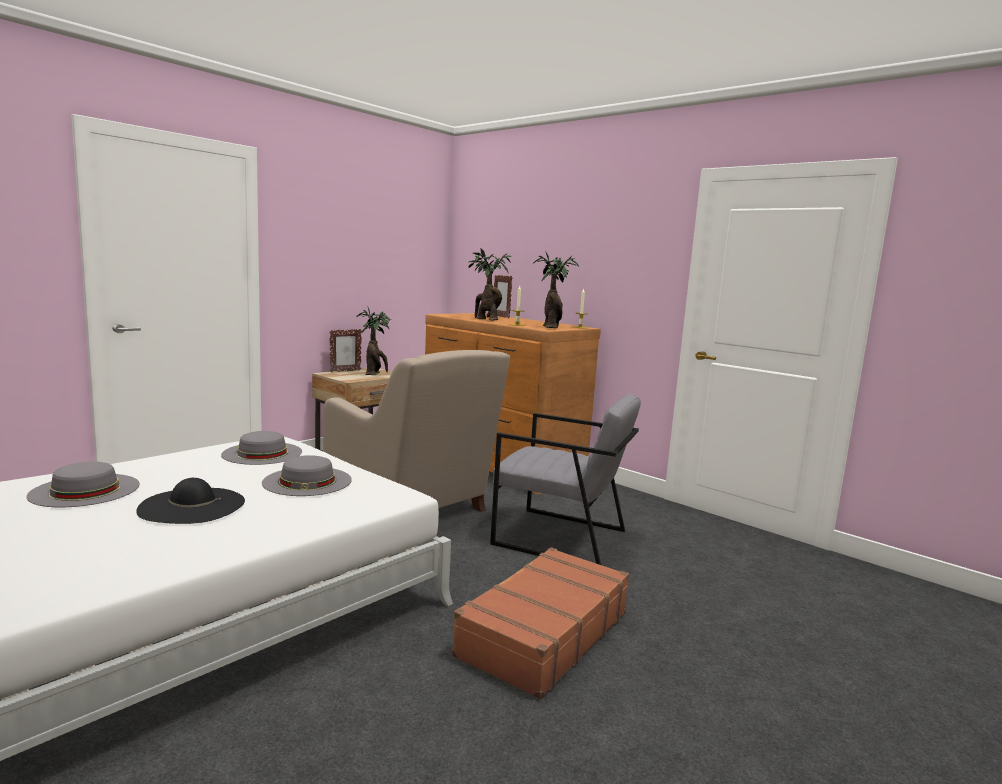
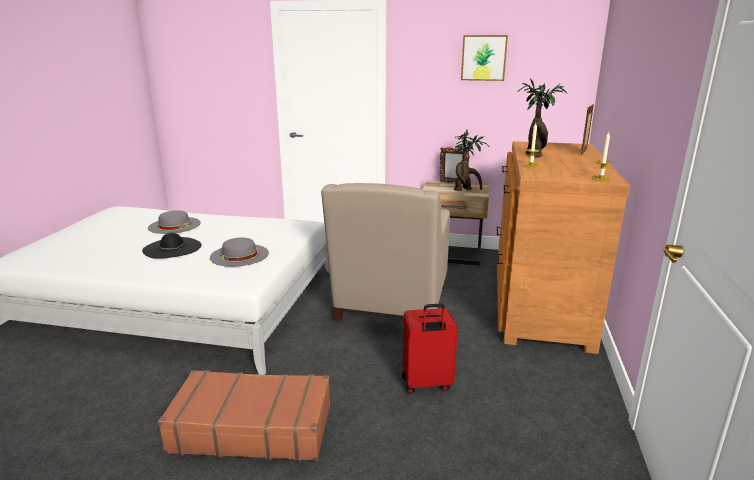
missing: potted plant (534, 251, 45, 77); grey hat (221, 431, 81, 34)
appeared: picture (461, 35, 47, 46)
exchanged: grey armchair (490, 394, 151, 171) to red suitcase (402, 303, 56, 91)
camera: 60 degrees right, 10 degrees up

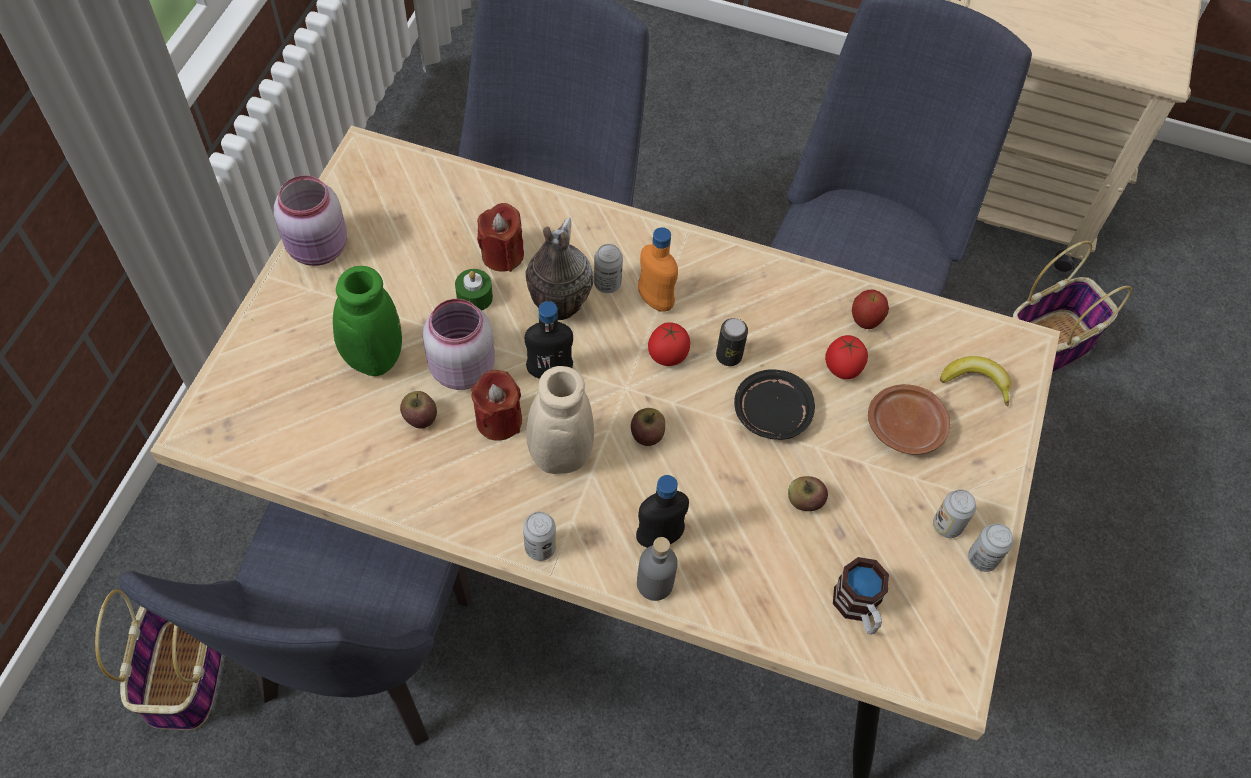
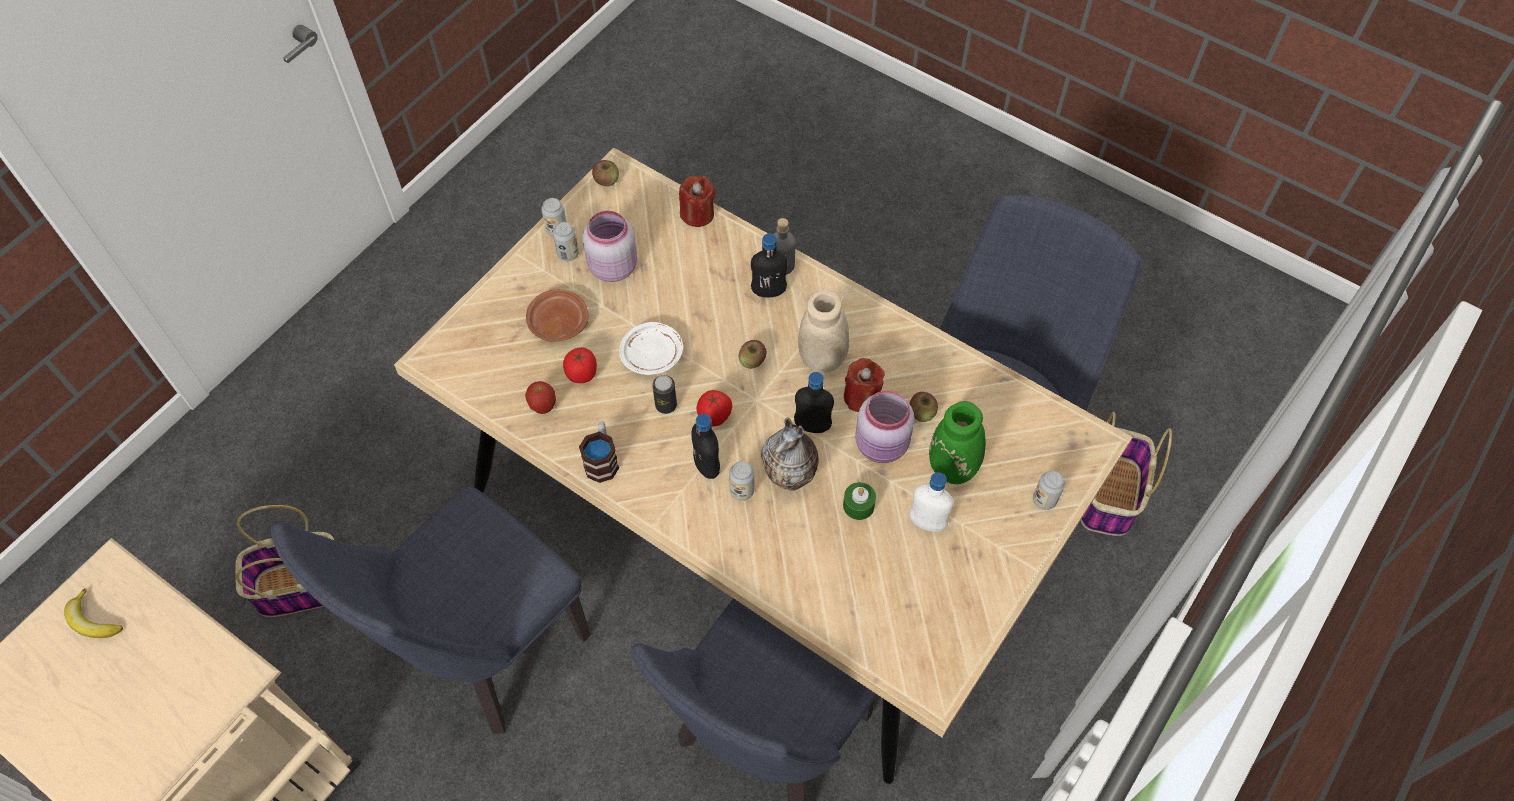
appeared: white bottle (909, 472, 45, 60)
relocated: pink jar (274, 175, 73, 91) to (583, 211, 54, 71); red candle (477, 203, 47, 69) to (679, 175, 37, 52); banana (940, 356, 71, 50) to (64, 588, 59, 50); apple (788, 476, 40, 35) to (592, 160, 27, 26); can (523, 512, 33, 49) to (1033, 471, 32, 39); mug (833, 557, 56, 77) to (579, 421, 40, 62)
colour: orange bottle (638, 227, 40, 84) to black bottle (691, 414, 29, 65); black plate (734, 369, 81, 71) to white plate (619, 322, 64, 53)
camera: 160 degrees left, 0 degrees up

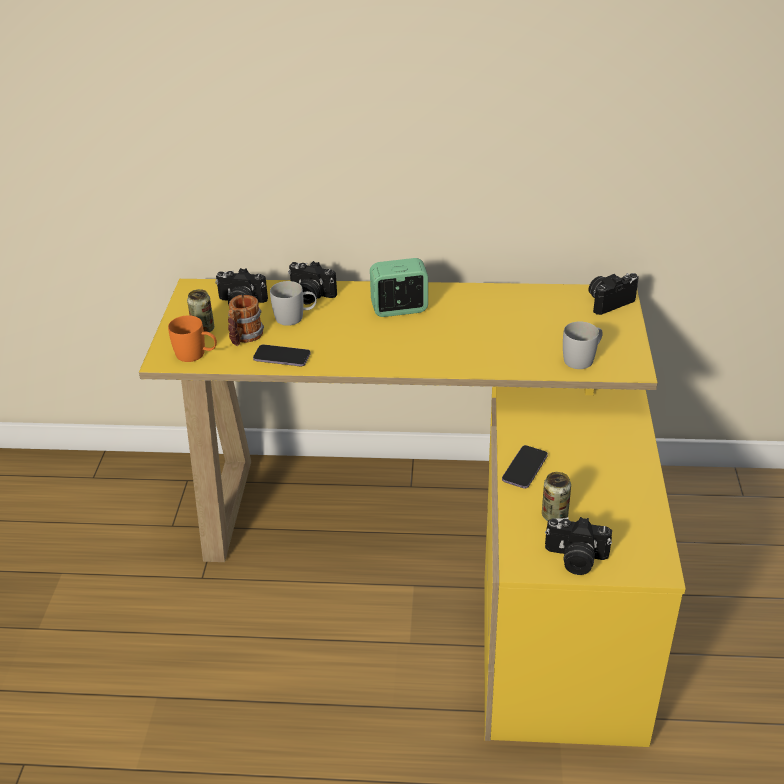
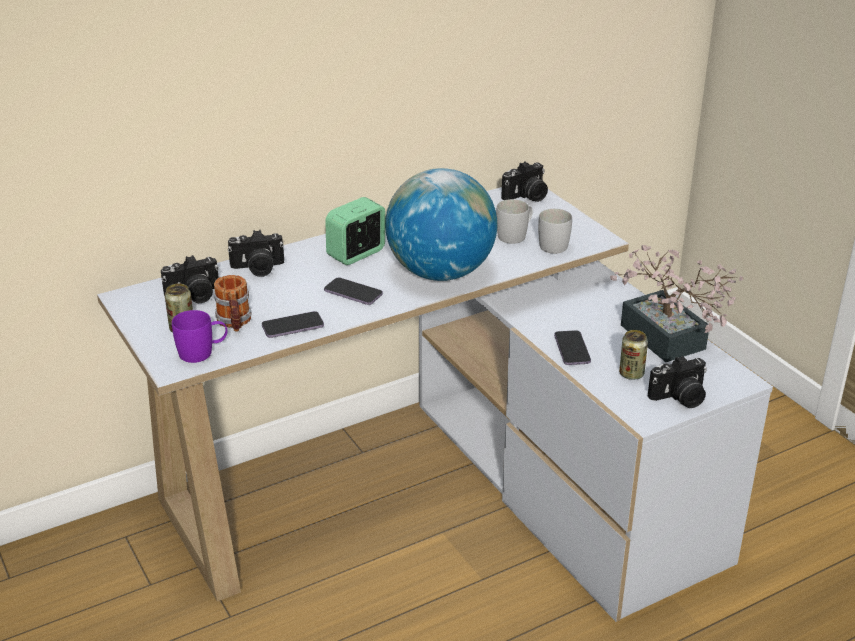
appeared: globe (385, 168, 112, 113); potted plant (610, 245, 134, 117); phone (324, 277, 59, 28)
relocated: white mug (270, 281, 47, 45) to (496, 199, 37, 45)
colour: yellow desk (139, 279, 547, 468) to white desk (97, 187, 676, 435); orange mug (168, 315, 49, 47) to purple mug (172, 310, 55, 53)
spun: photo camera (589, 273, 50, 42) = (501, 161, 47, 41) 150 degrees counterclockwise
camera: 35 degrees left, 5 degrees down

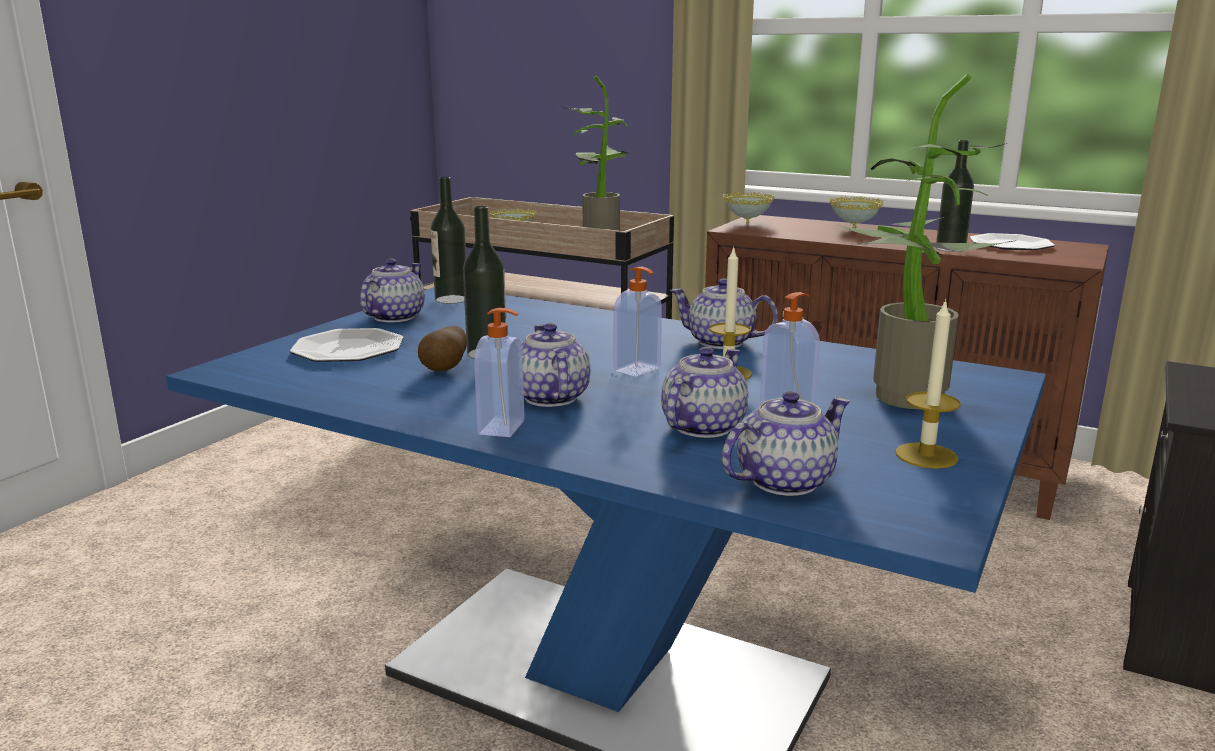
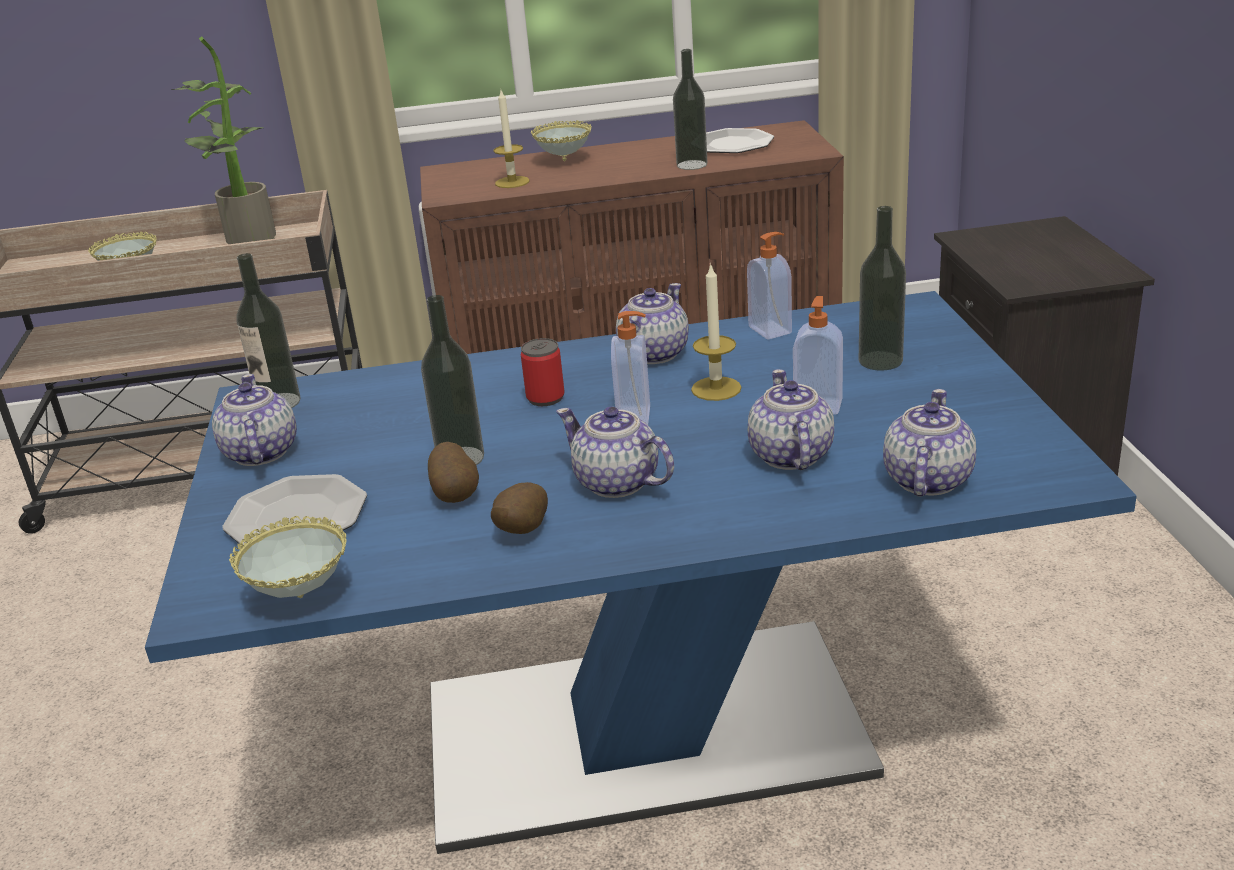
appeared: can (521, 338, 44, 68); potato (491, 482, 57, 52)
relocated: bowl (723, 192, 52, 32) to (229, 516, 118, 82); candle (896, 299, 65, 170) to (494, 90, 35, 98); soap dispenser (474, 308, 50, 129) to (747, 232, 45, 108)
exchanged: potted plant (838, 73, 174, 336) to bottle (859, 206, 47, 165)
spun: teapot (670, 278, 108, 71) = (616, 283, 73, 81) 135 degrees clockwise
camera: 35 degrees left, 10 degrees up

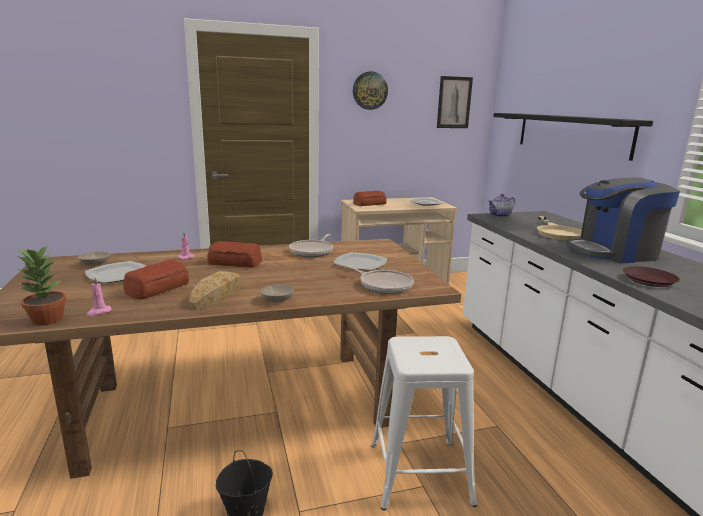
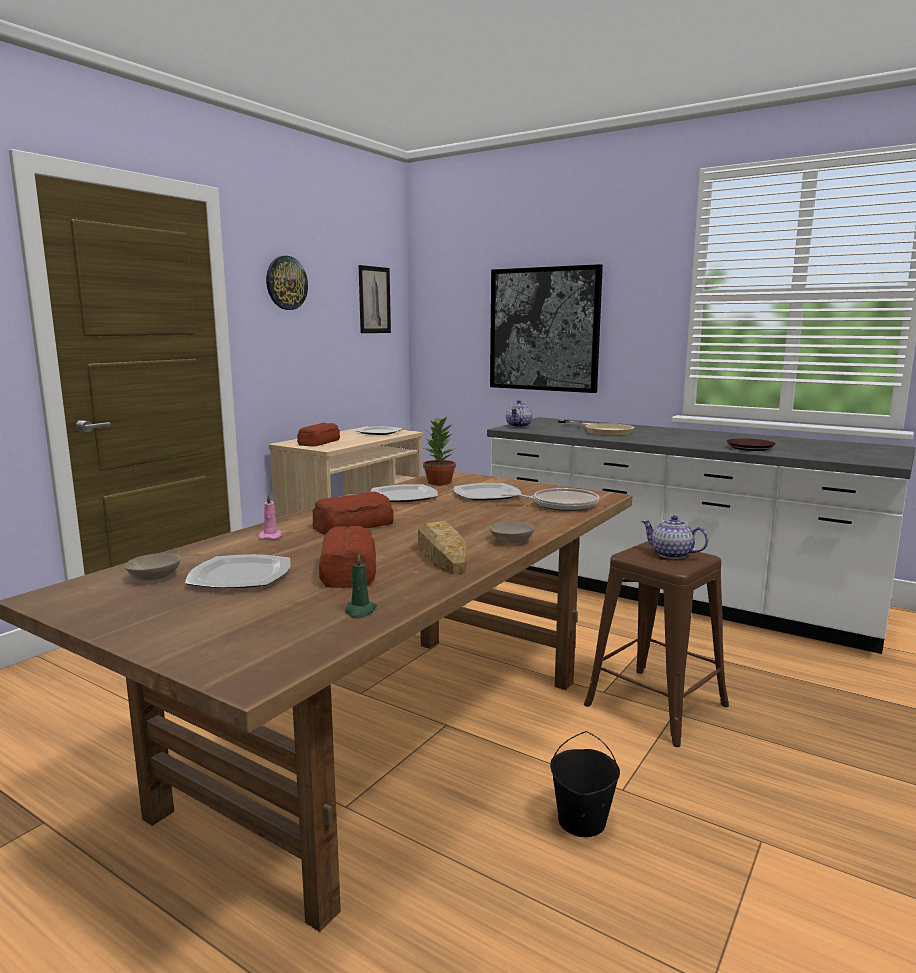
missing: coffee machine (566, 177, 114, 86)
appeared: teapot (641, 515, 68, 44)
relocated: potted plant (18, 245, 49, 80) to (423, 416, 33, 69)
exchanged: black shelf (494, 113, 159, 48) to picture (490, 264, 113, 129); frying pan (289, 234, 44, 23) to plate (371, 484, 67, 18)
colour: pink candle (86, 278, 26, 38) to green candle (345, 553, 32, 66); white stool (371, 336, 106, 174) to brown stool (584, 541, 145, 206)
camera: 40 degrees left, 5 degrees down

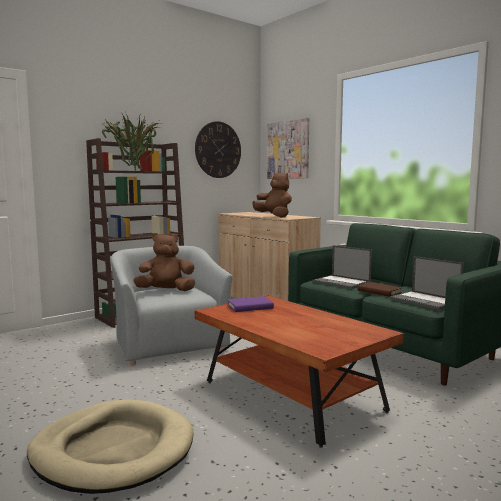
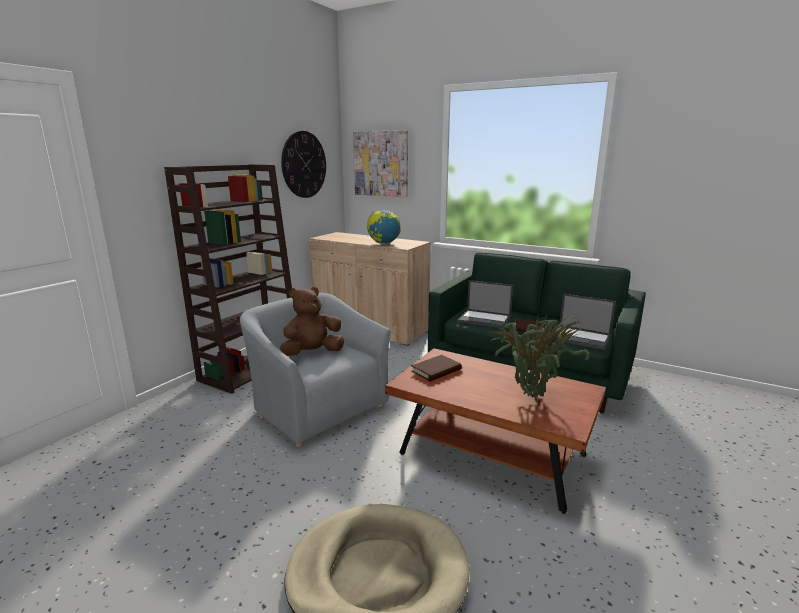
relocated: potted plant (102, 111, 57, 60) to (486, 312, 103, 90)
exchanged: brown plush toy (252, 172, 40, 46) to globe (367, 211, 34, 34)
colour: purple book (227, 296, 47, 16) to brown book (411, 355, 51, 27)
camera: 20 degrees left, 10 degrees up

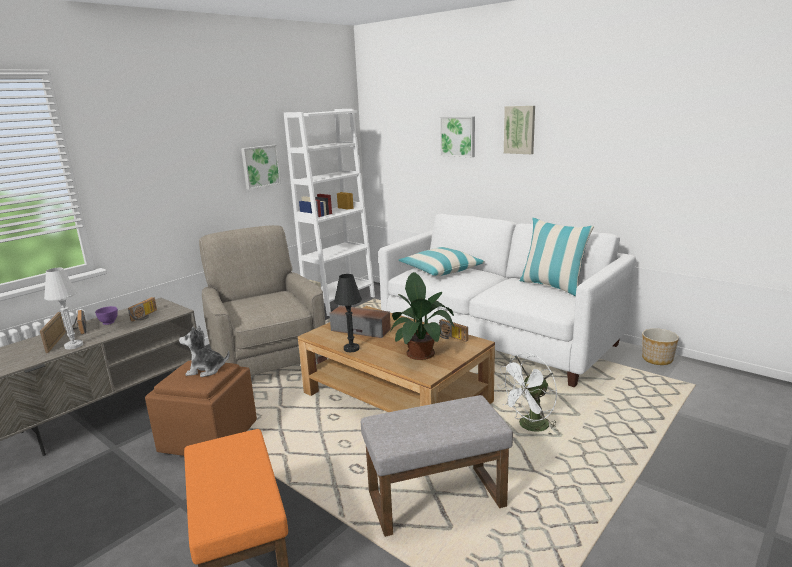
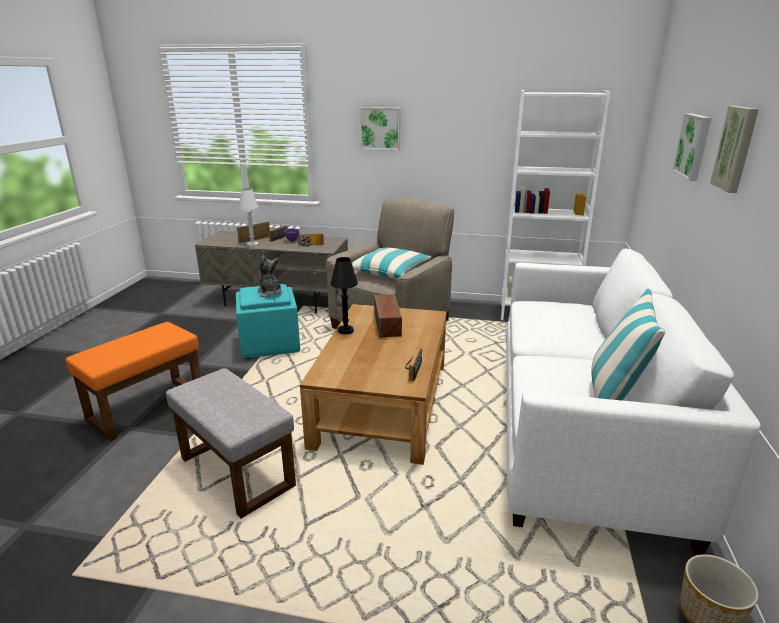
missing: potted plant (390, 272, 64, 88); white fan (497, 353, 61, 83)
relocated: picture (241, 145, 40, 45) to (360, 107, 40, 43); pillow (399, 247, 86, 29) to (352, 248, 79, 30)
colour: brown ottoman (145, 360, 112, 96) to turquoise ottoman (236, 284, 64, 75)
camera: 60 degrees right, 5 degrees up

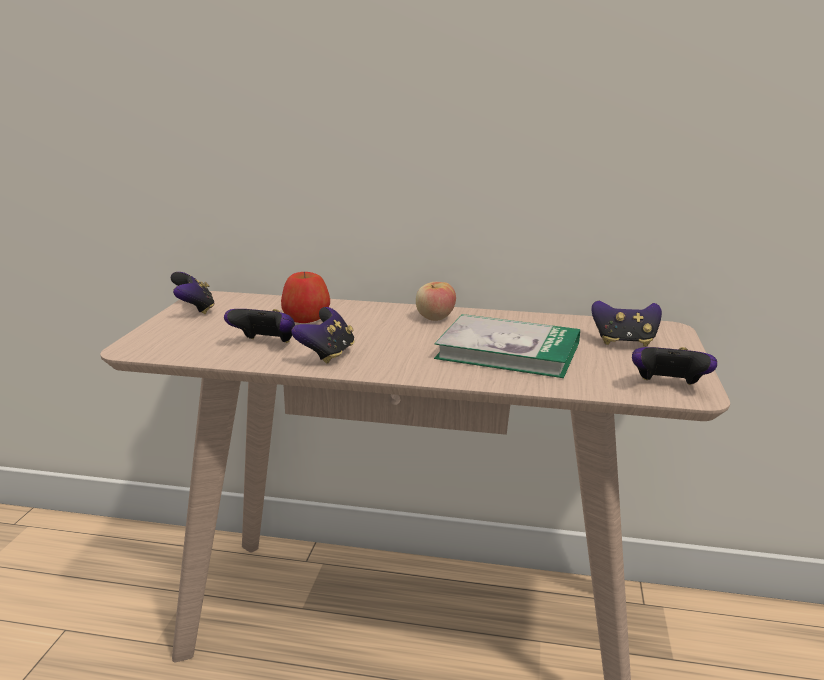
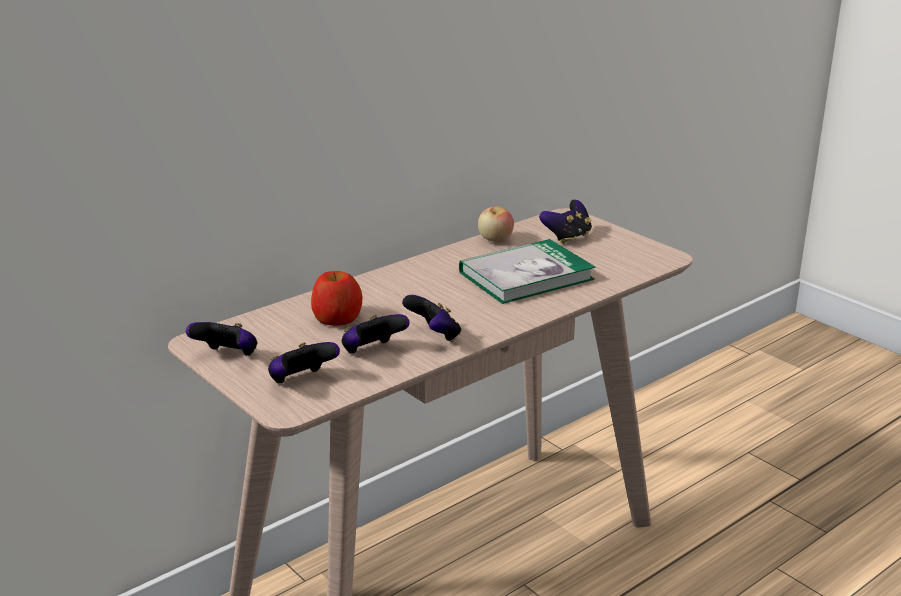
relocated: apple (416, 282, 40, 39) to (478, 206, 36, 37); game controller (632, 347, 85, 38) to (268, 342, 72, 41)
camera: 50 degrees left, 5 degrees up

